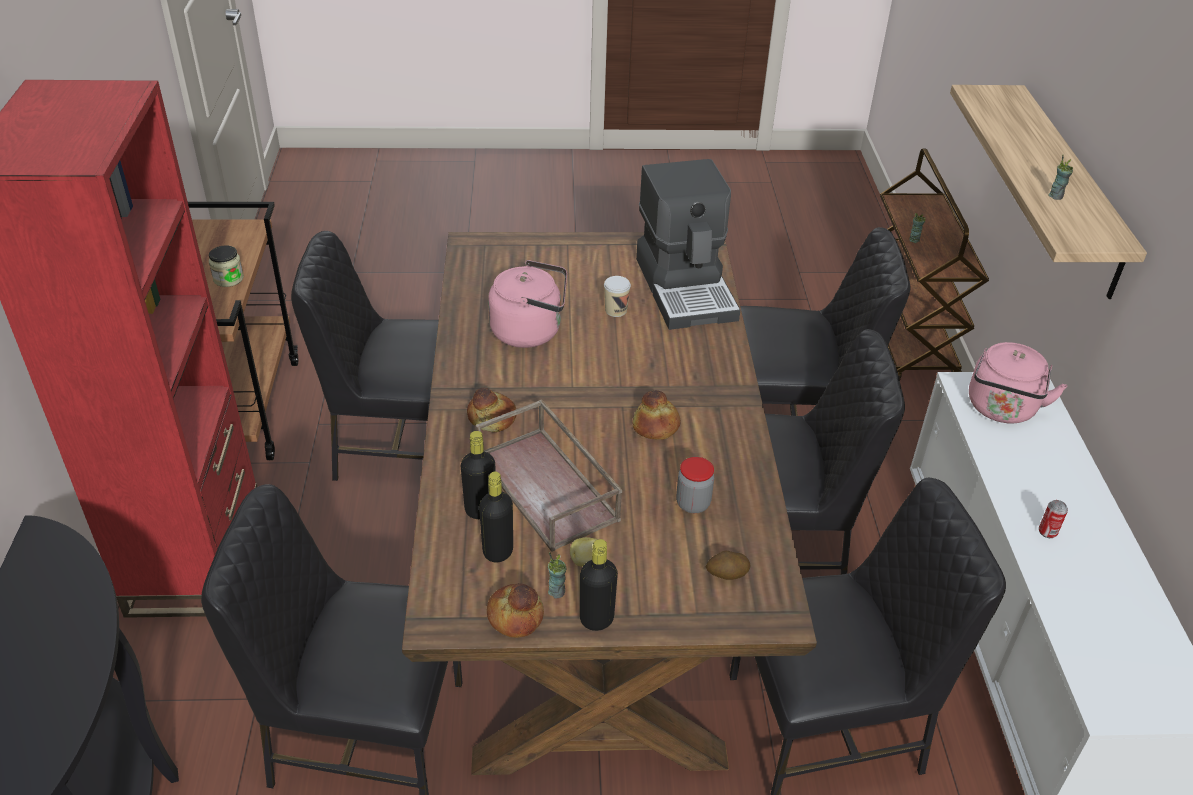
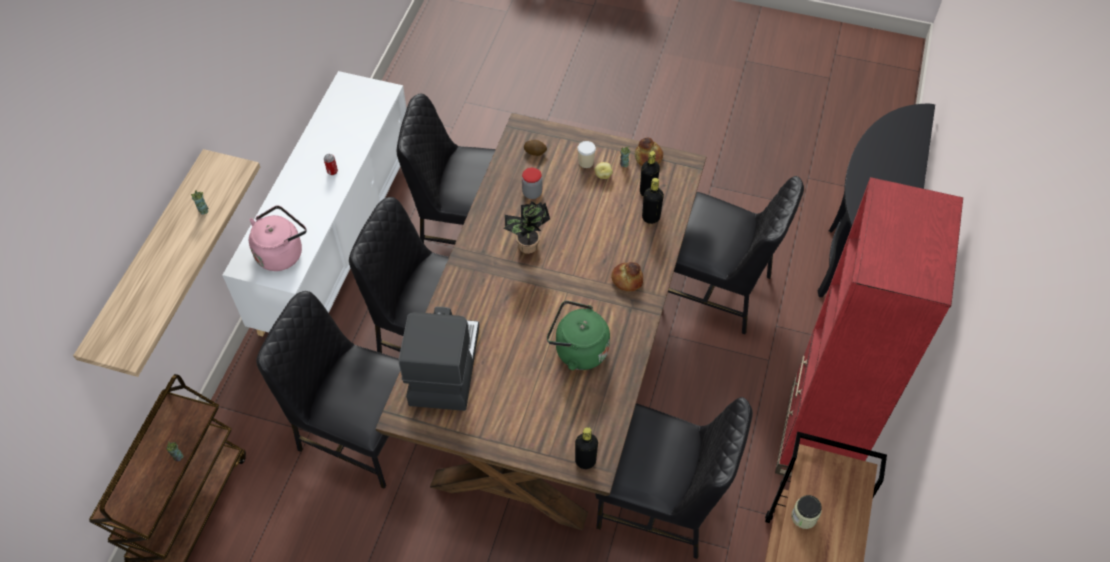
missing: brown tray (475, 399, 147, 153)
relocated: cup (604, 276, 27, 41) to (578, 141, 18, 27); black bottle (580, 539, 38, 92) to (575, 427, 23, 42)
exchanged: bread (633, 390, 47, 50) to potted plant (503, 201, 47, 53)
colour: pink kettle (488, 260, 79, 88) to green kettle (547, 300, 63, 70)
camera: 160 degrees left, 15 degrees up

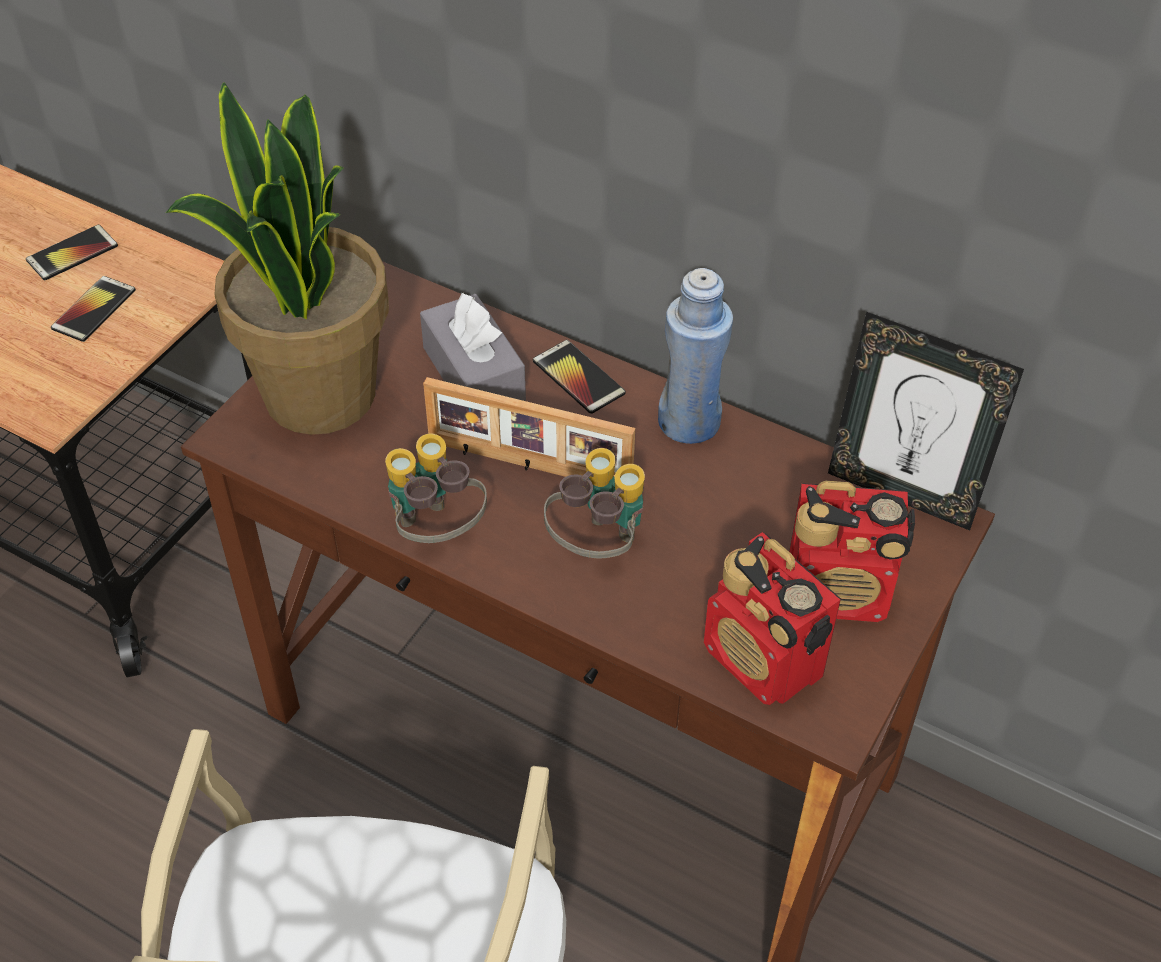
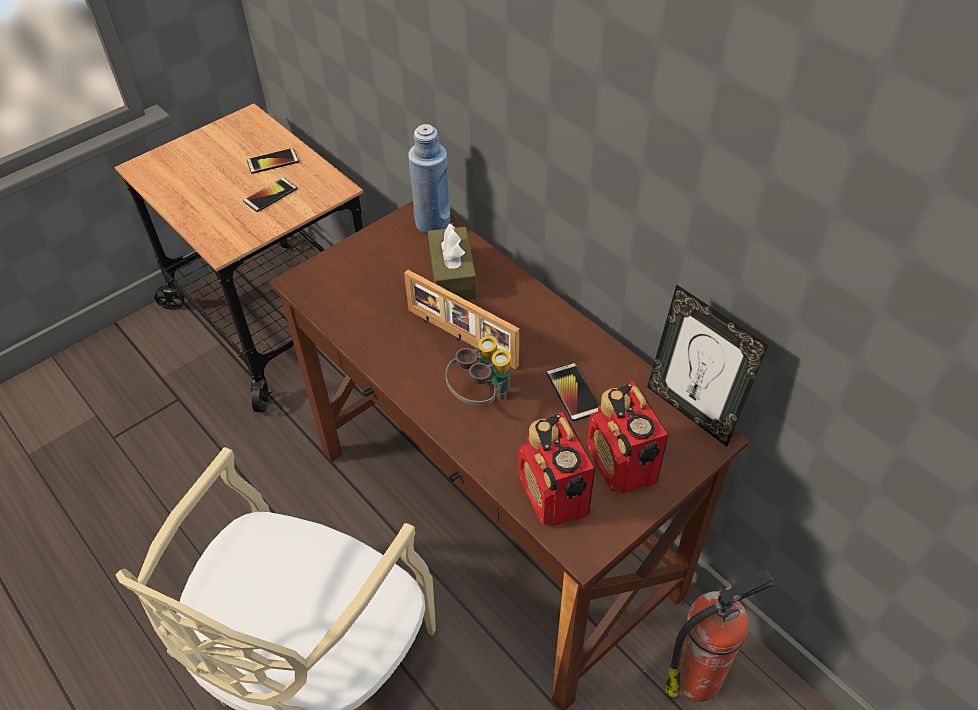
missing: potted plant (166, 82, 223, 353); binoculars (385, 434, 102, 109)
appeared: fire extinguisher (665, 569, 110, 133)
relocated: blue bottle (658, 268, 75, 176) to (408, 124, 43, 109); phone (533, 340, 93, 74) to (547, 363, 52, 58)
colour: grey tissue box (420, 293, 106, 108) to brown tissue box (428, 223, 49, 77)
spun: radio (789, 481, 126, 141) = (587, 381, 81, 112) 45 degrees clockwise
camera: 20 degrees right, 0 degrees up

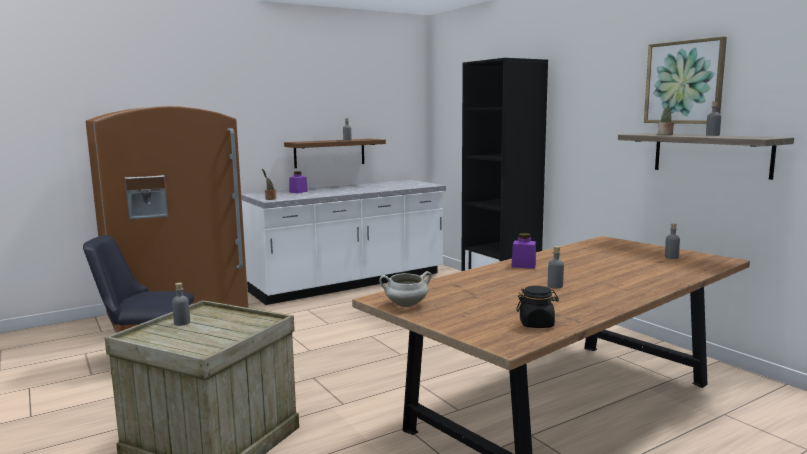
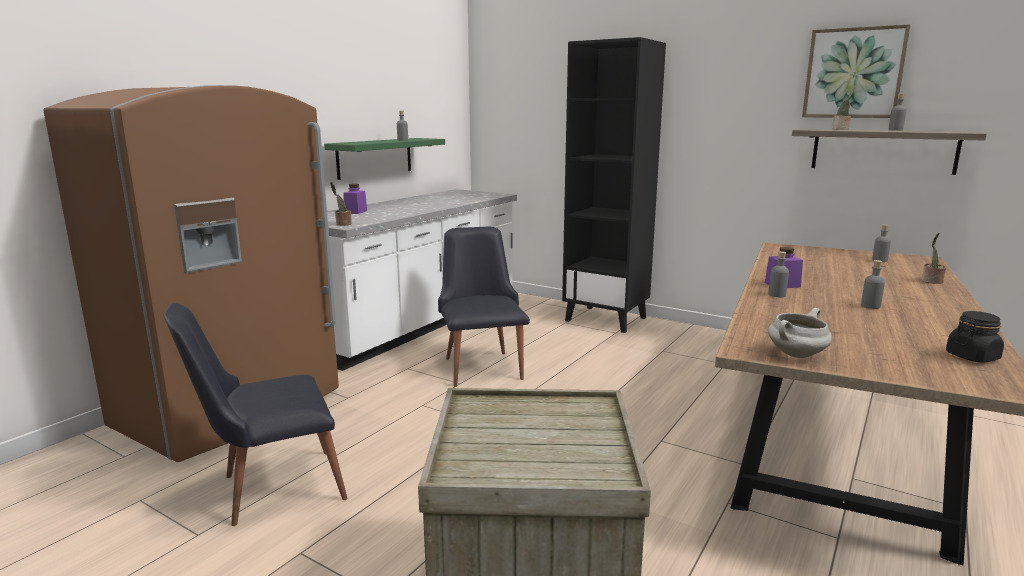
appeared: black chair (438, 227, 92, 160); potted plant (922, 233, 24, 51)
relocated: grey bottle (172, 283, 18, 43) to (768, 251, 21, 46)
colour: brown shelf (284, 139, 102, 29) to green shelf (324, 138, 121, 42)
camera: 25 degrees left, 5 degrees up

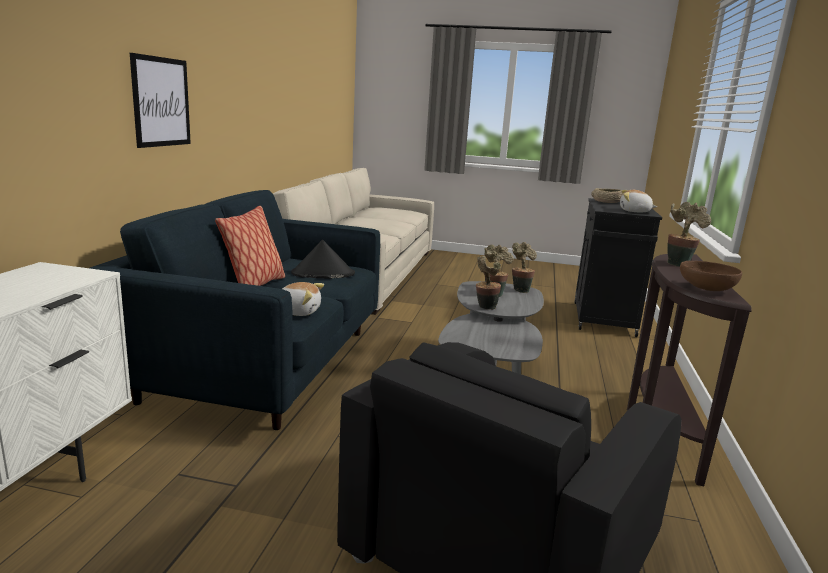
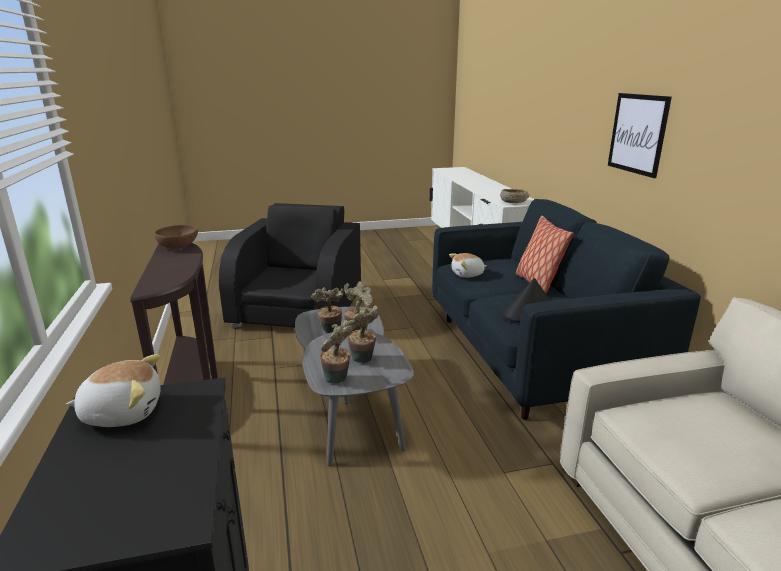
relocated: beige bowl (591, 188, 32, 15) to (500, 189, 29, 14); potted plant (667, 202, 44, 65) to (311, 287, 33, 47)
camera: 155 degrees right, 5 degrees up

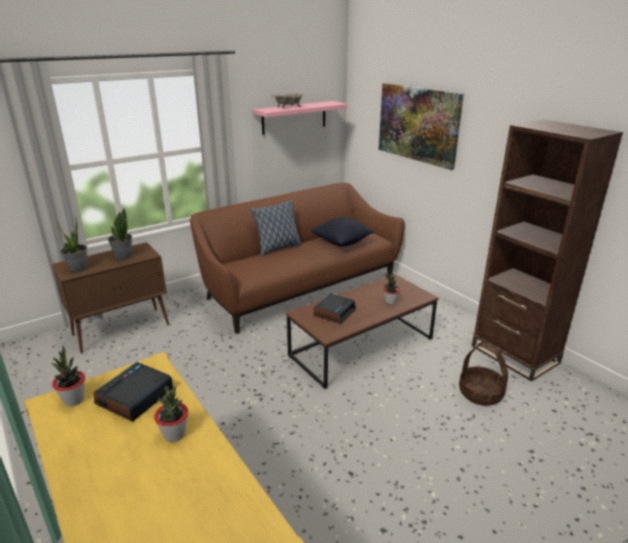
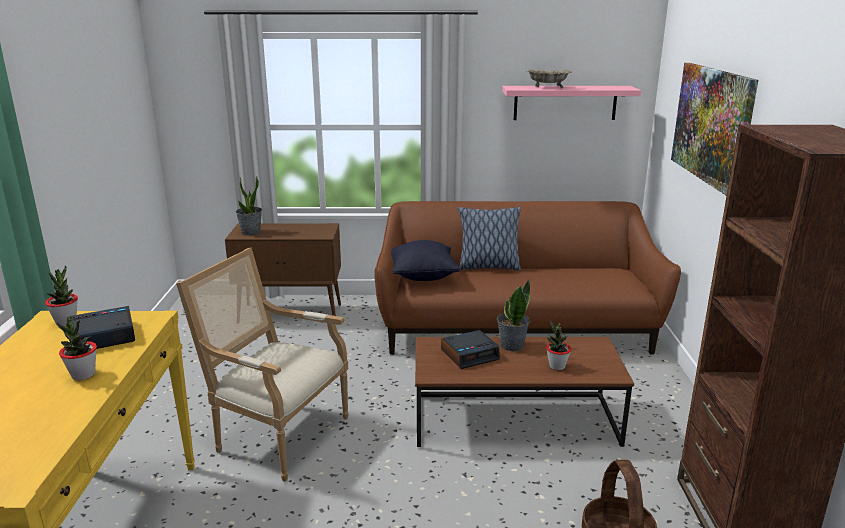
appeared: armchair (176, 247, 172, 234)
relocated: potted plant (108, 208, 24, 52) to (497, 280, 33, 72); black pillow (311, 217, 63, 30) to (391, 240, 69, 41)
camera: 35 degrees right, 5 degrees down

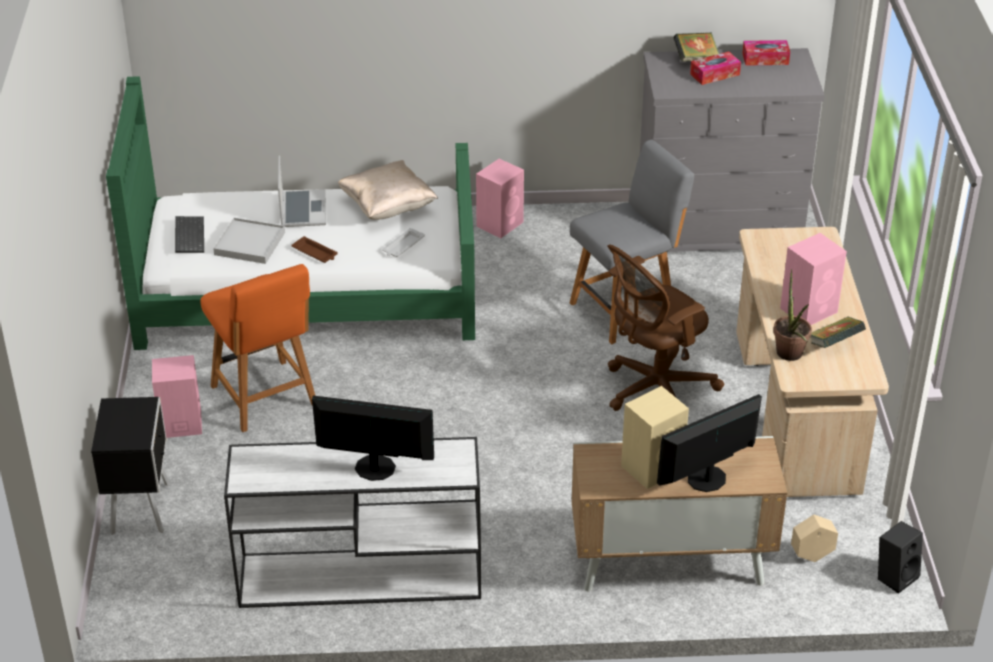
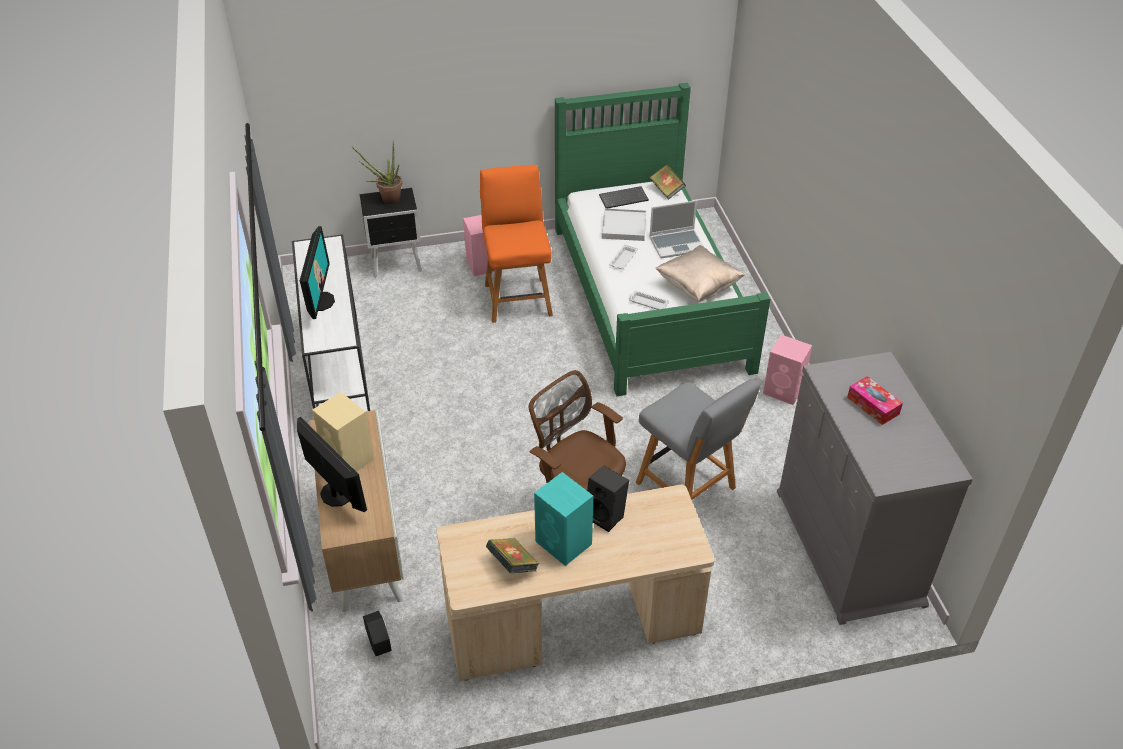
missing: tissue box (742, 40, 48, 26)
relocated: book (673, 32, 46, 30) to (650, 164, 36, 36); potted plant (773, 269, 39, 92) to (351, 143, 51, 61); black speaker (878, 521, 45, 73) to (587, 466, 42, 66)
colour: pink speaker (780, 233, 67, 92) to turquoise speaker (534, 472, 59, 94); brown tray (292, 236, 46, 27) to white tray (609, 244, 29, 25); beige planter (791, 515, 47, 47) to black planter (363, 611, 29, 45)
spun: orange chair (200, 264, 115, 168) = (480, 165, 73, 158) 120 degrees clockwise
camera: 80 degrees right, 5 degrees up

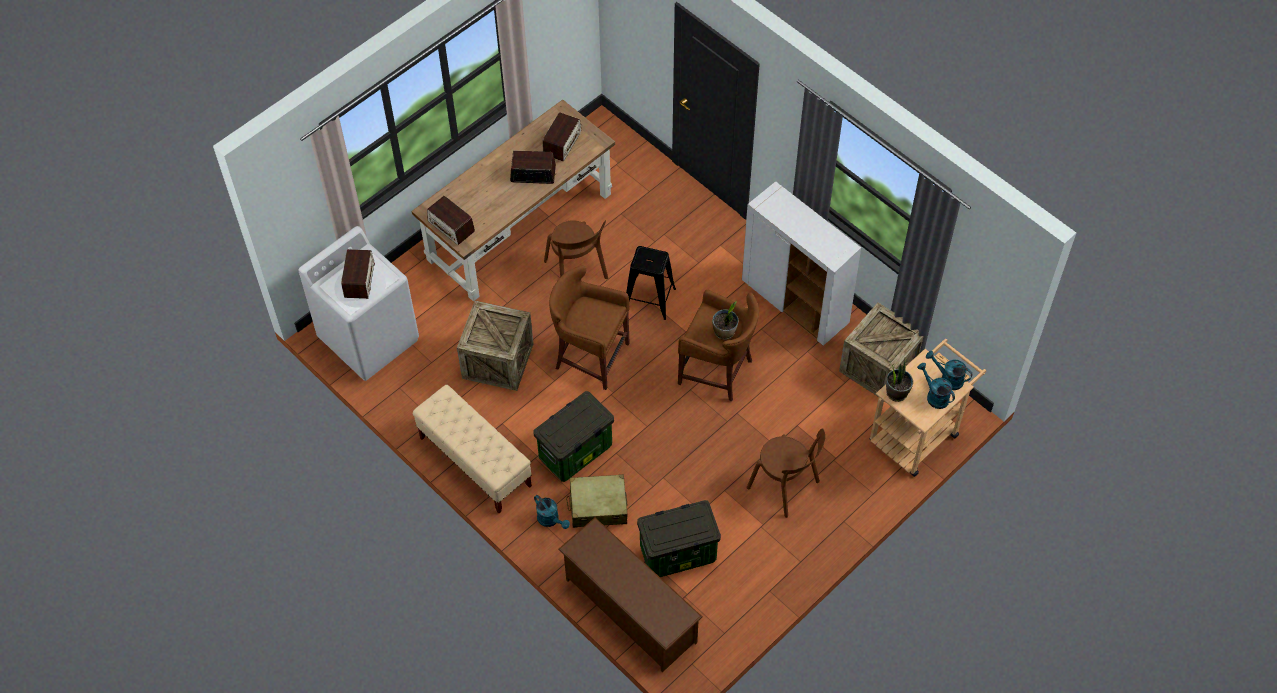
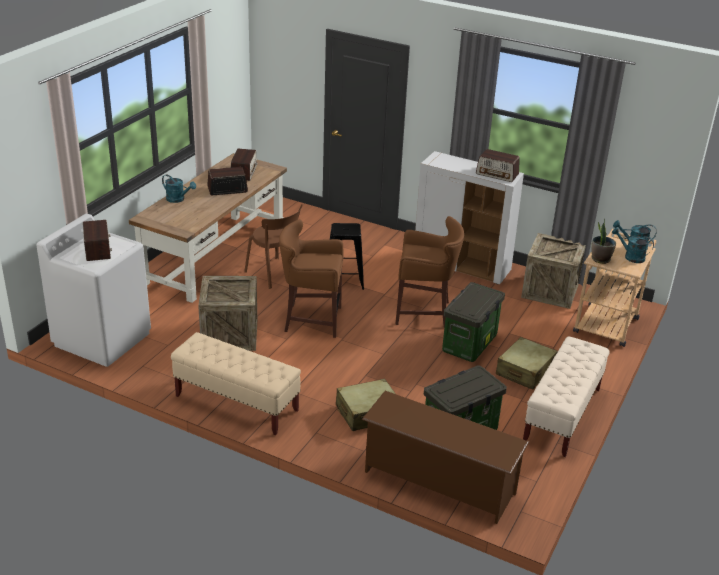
missing: potted plant (712, 301, 26, 39)
appeared: beige bench (523, 336, 87, 121)
relocated: radio (427, 196, 48, 49) to (476, 149, 44, 33); storage box (533, 391, 81, 91) to (442, 282, 63, 80); turquoise watering can (534, 495, 36, 34) to (162, 174, 34, 29)
exchanged: brown chair (747, 428, 78, 90) to beige suitcase (496, 337, 61, 53)
camera: 20 degrees left, 25 degrees down

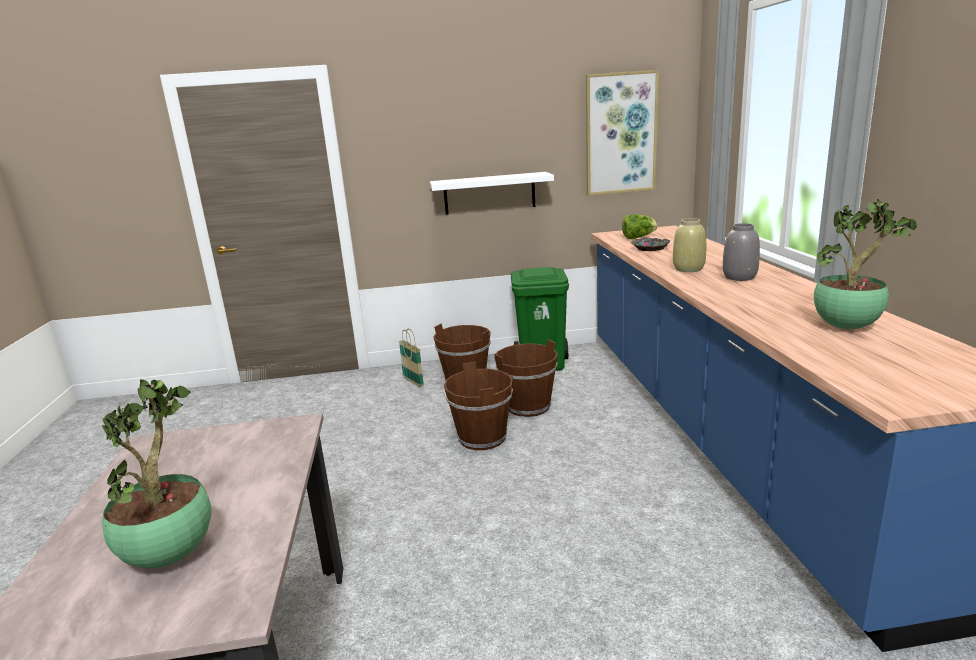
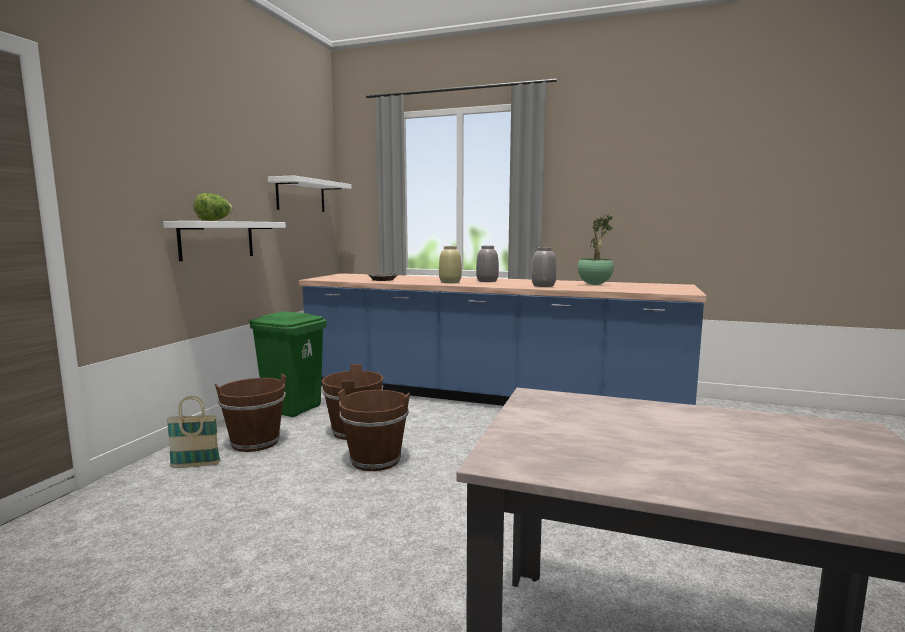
missing: potted plant (102, 379, 109, 189)
appeared: grey vase (532, 247, 25, 40)
relocated: lettuce (622, 214, 36, 25) to (194, 193, 38, 28)
exchanged: picture (586, 70, 73, 125) to white shelf (268, 175, 84, 37)
camera: 65 degrees left, 10 degrees down

